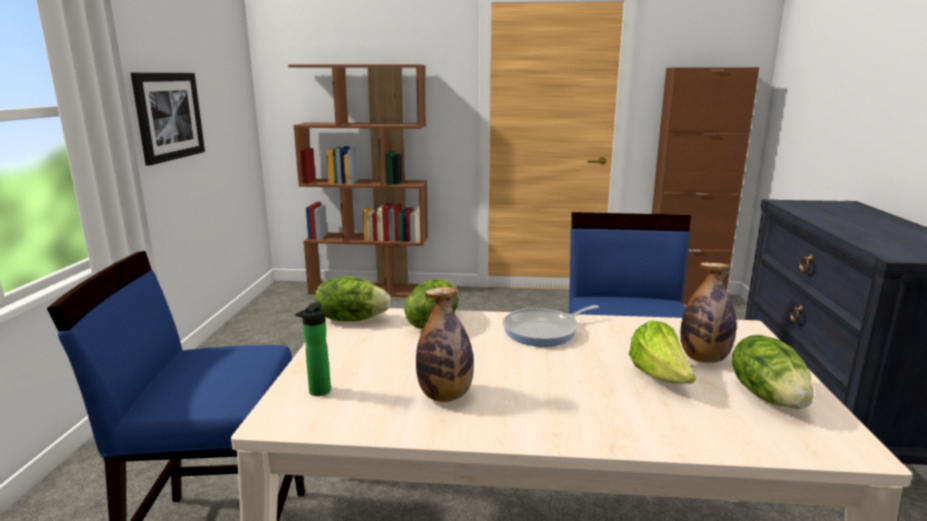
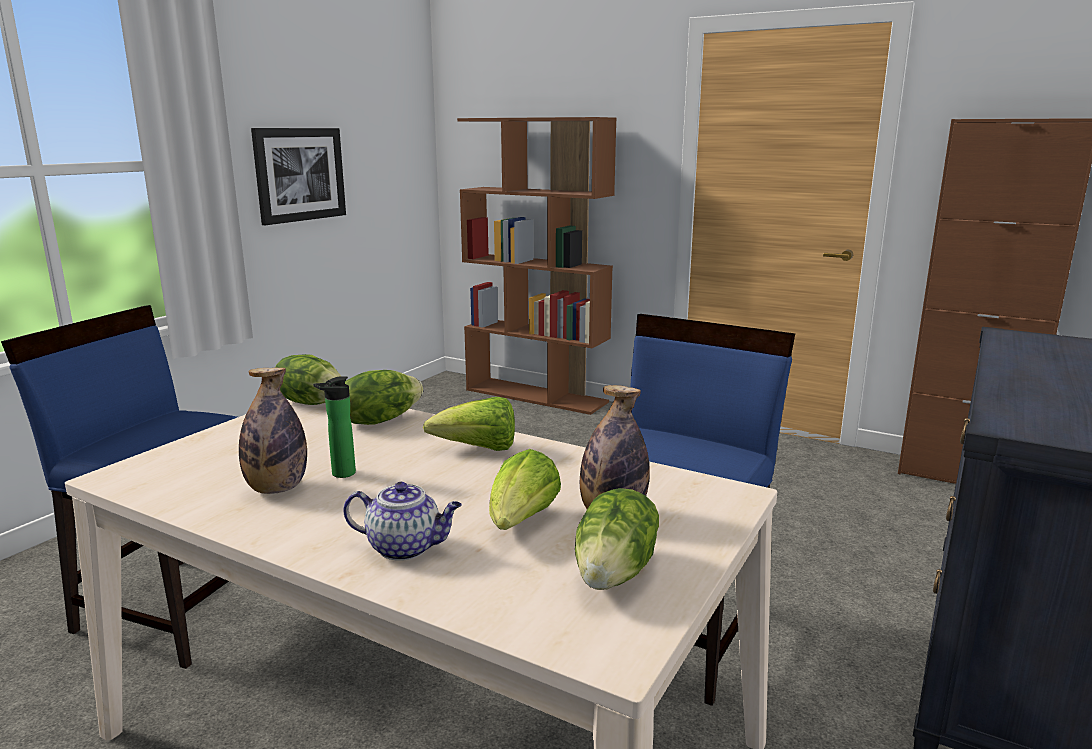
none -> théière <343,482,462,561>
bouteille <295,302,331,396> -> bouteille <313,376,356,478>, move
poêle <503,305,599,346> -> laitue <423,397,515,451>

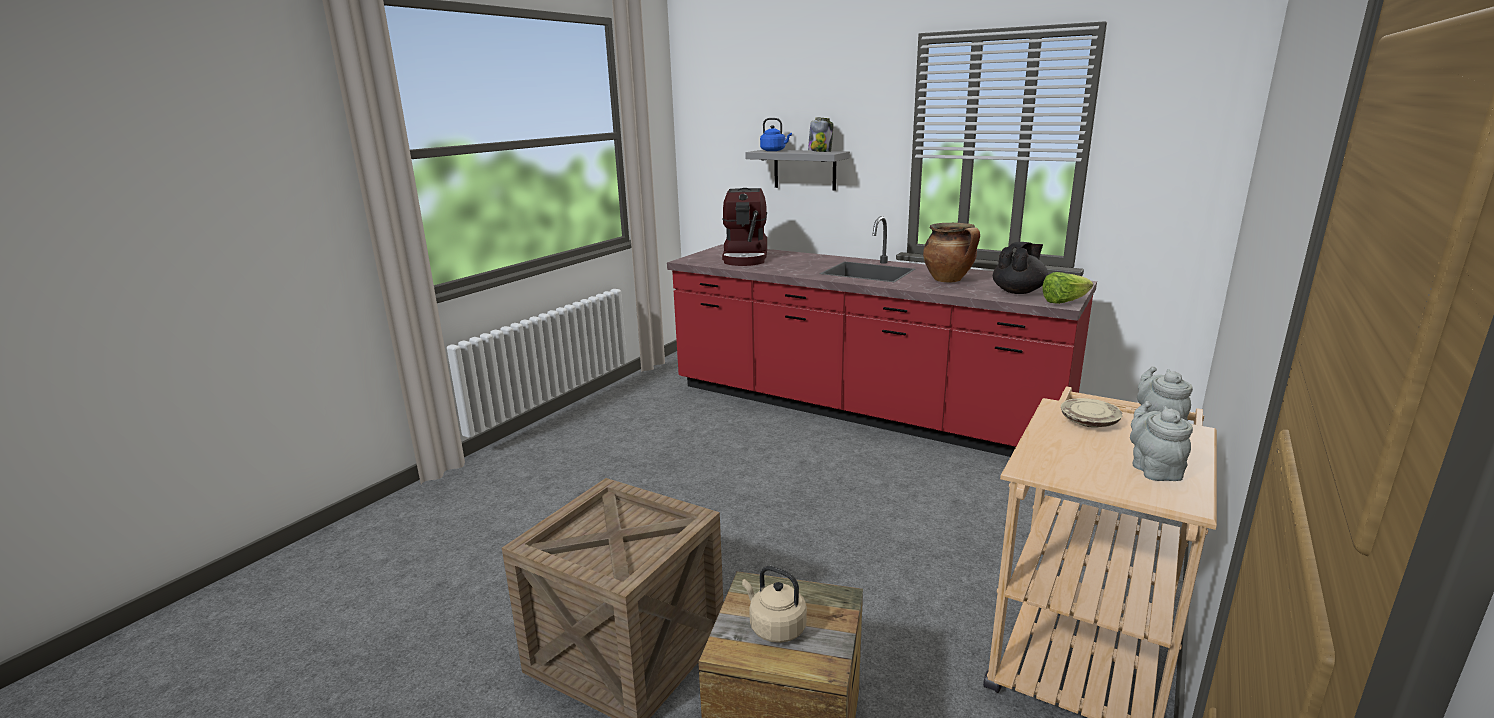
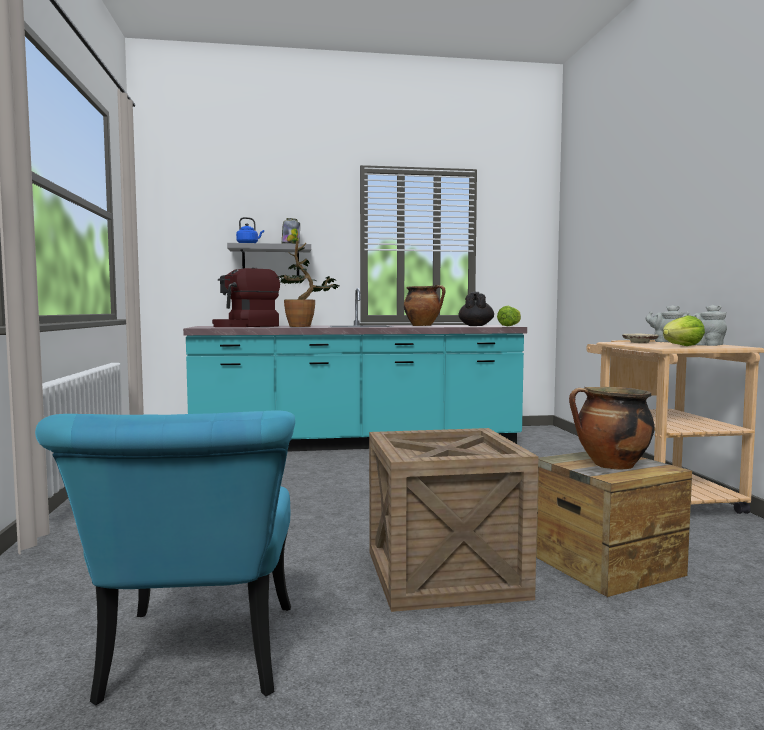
none -> chaise (turquoise) <35,411,295,705>
none -> plante en pot <276,241,340,327>
none -> laitue <663,315,705,346>
bouilloire (beige) <742,566,807,643> -> marmite <569,387,655,469>
comptoir de cuisine (rouge) <667,216,1097,457> -> comptoir de cuisine (turquoise) <183,288,527,452>
machine à café <722,188,767,266> -> machine à café <212,268,280,327>, 90 degrees clockwise

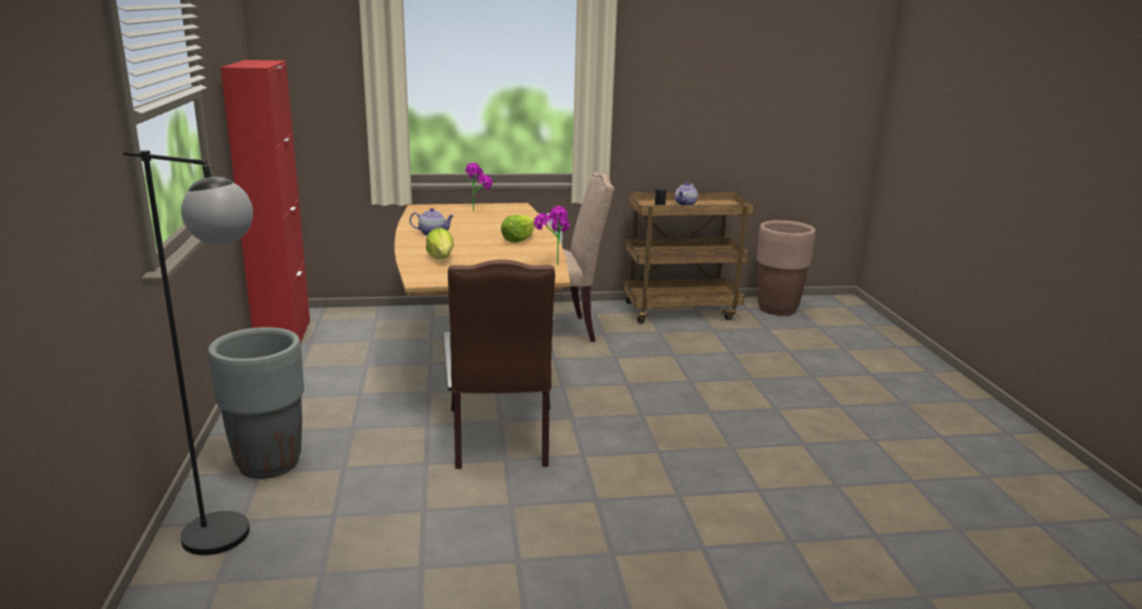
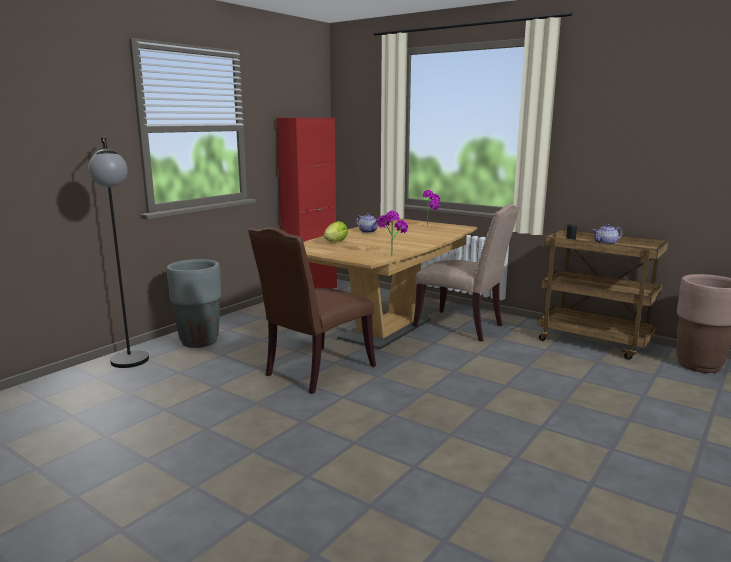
laitue <501,215,536,243> -> none

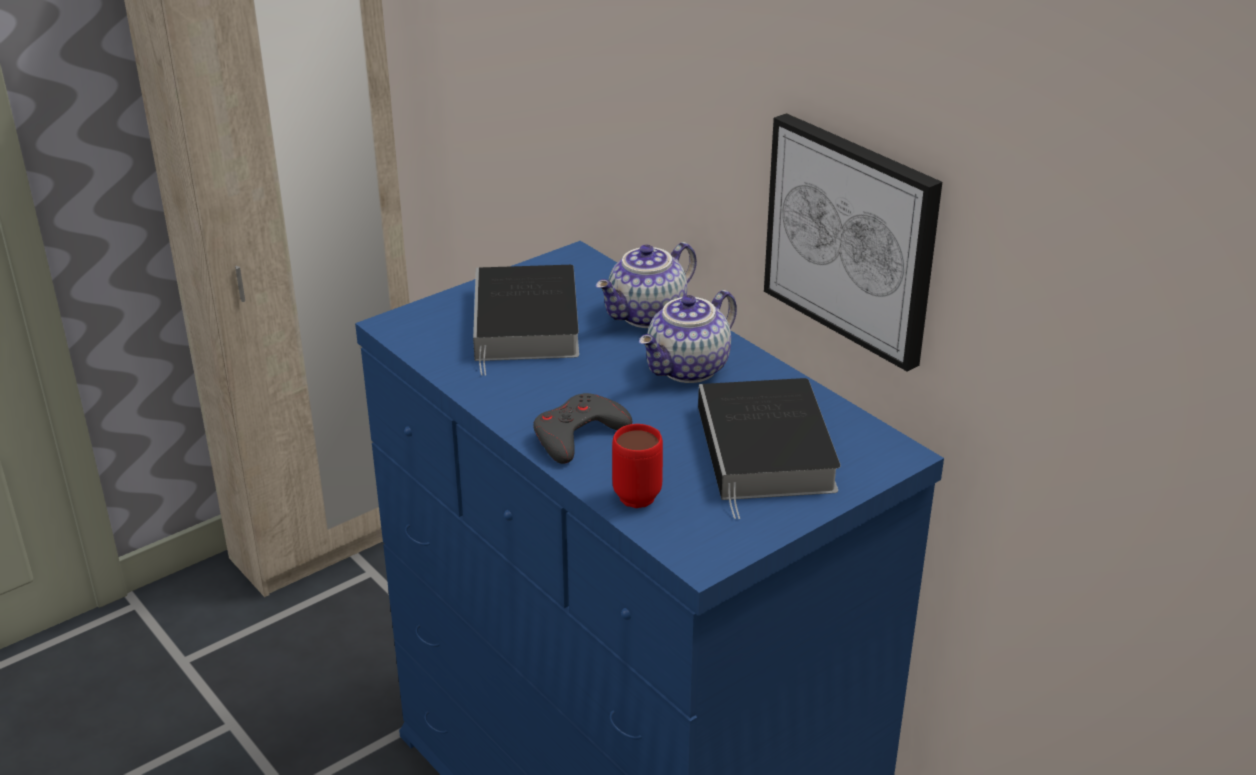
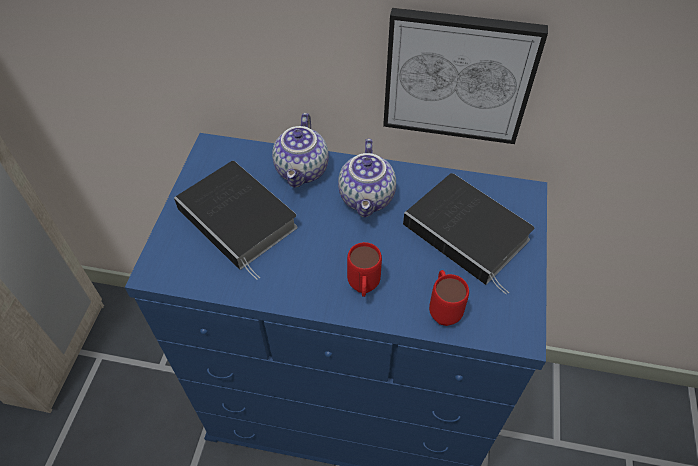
manette (gris) <533,393,632,464> -> mug (rouge) <347,242,382,297>

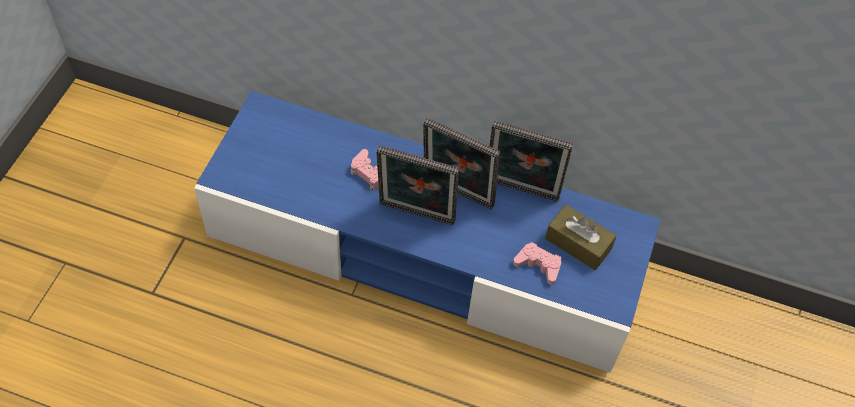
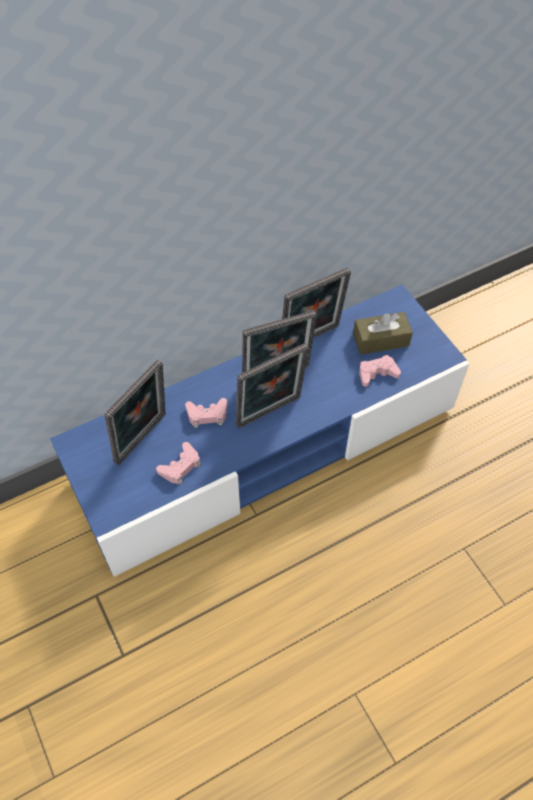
none -> cadre photo <104,360,166,465>
none -> manette (rose) <156,442,201,485>

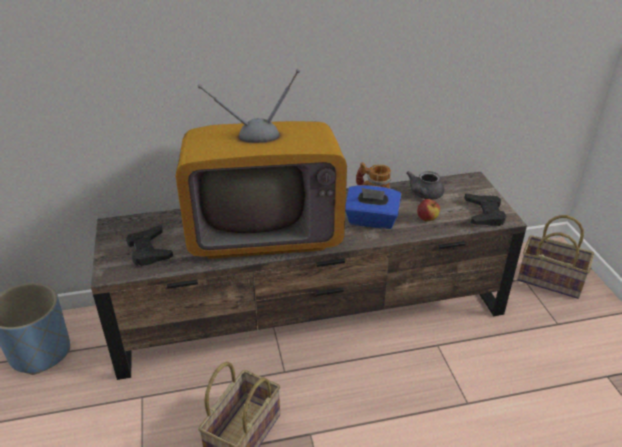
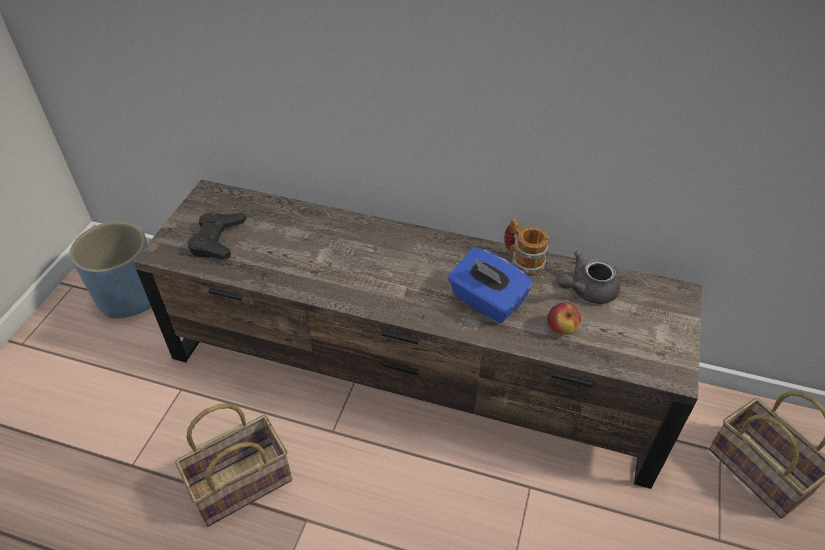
téléviseur <176,69,347,259> -> none
manette (noir) <465,194,507,226> -> none

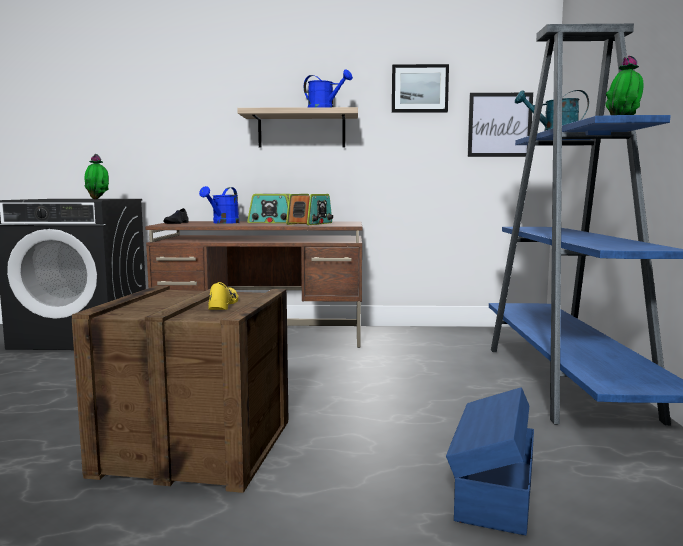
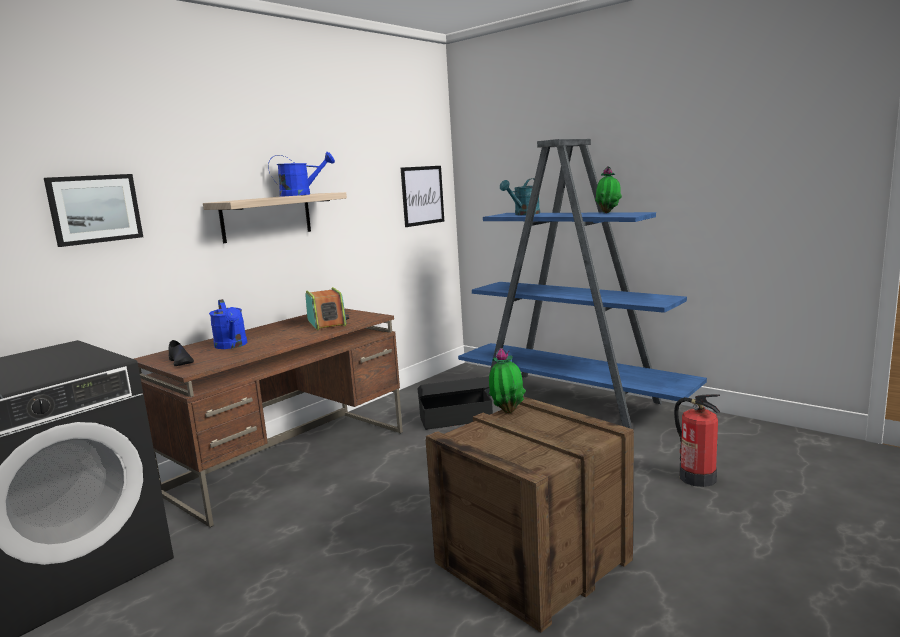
chaussure (jaune) <208,282,238,310> -> none
radio <247,194,290,223> -> none
none -> boîte de rangement (noir) <417,376,493,430>
plante en pot <84,154,109,199> -> plante en pot <489,348,526,413>, move
tableau <392,64,449,113> -> tableau <44,174,143,247>, move
boîte de rangement (bleu) <446,387,534,535> -> extincteur <674,394,720,487>

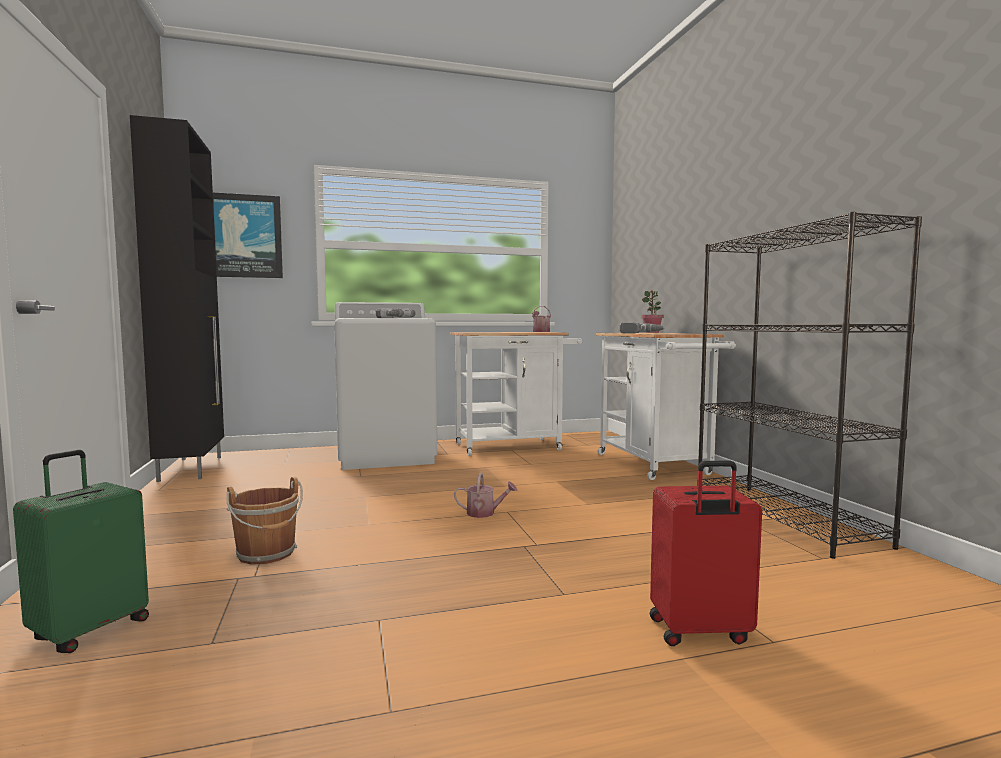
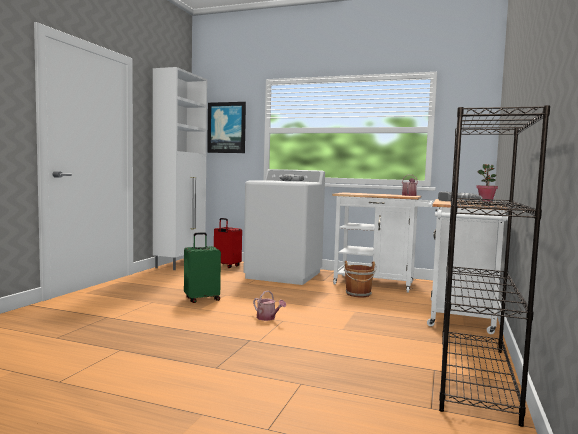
valise (vert) <13,450,149,653> -> valise (vert) <184,232,221,303>, move
seau (marron) <227,477,303,565> -> seau (marron) <344,261,376,297>, move
valise (rouge) <650,460,762,646> -> valise (rouge) <214,218,242,268>, move
meuble de rangement (noir) <130,115,224,482> -> meuble de rangement (blanc) <153,67,207,270>

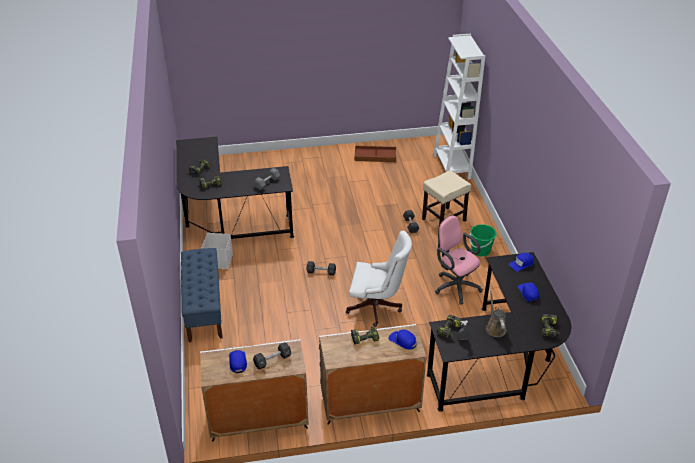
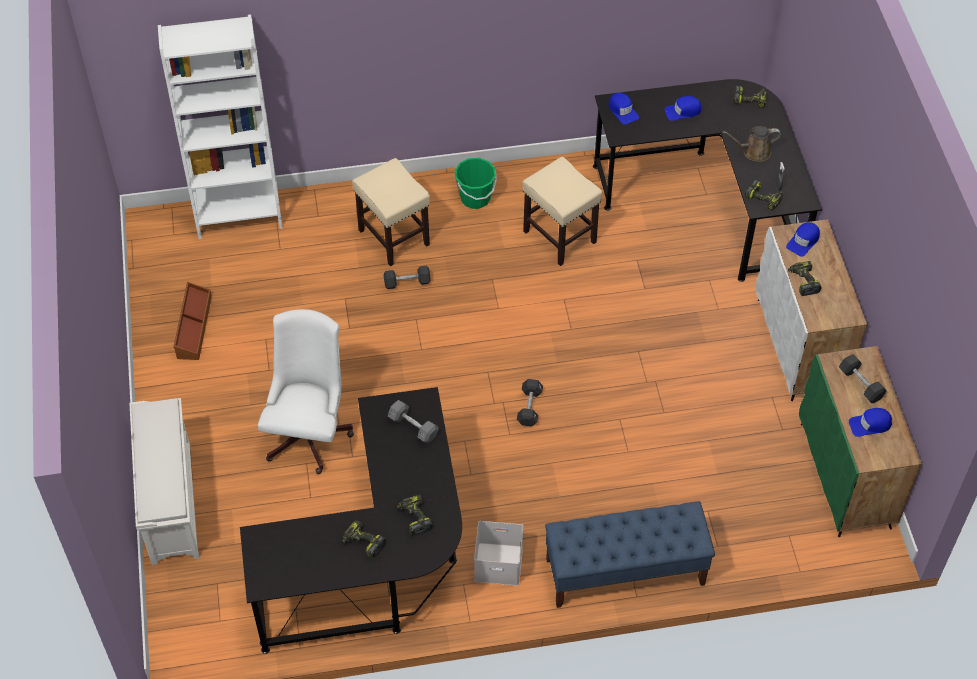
none -> étagère à chaussures (blanc) <130,398,199,565>
chaise de bureau (blanc) <346,231,412,327> -> chaise de bureau (blanc) <258,309,354,474>, move
chaise de bureau (rose) <435,215,483,305> -> tabouret (beige) <522,157,602,266>
meuble de rangement (blanc) <200,339,309,442> -> meuble de rangement (vert) <799,346,922,537>

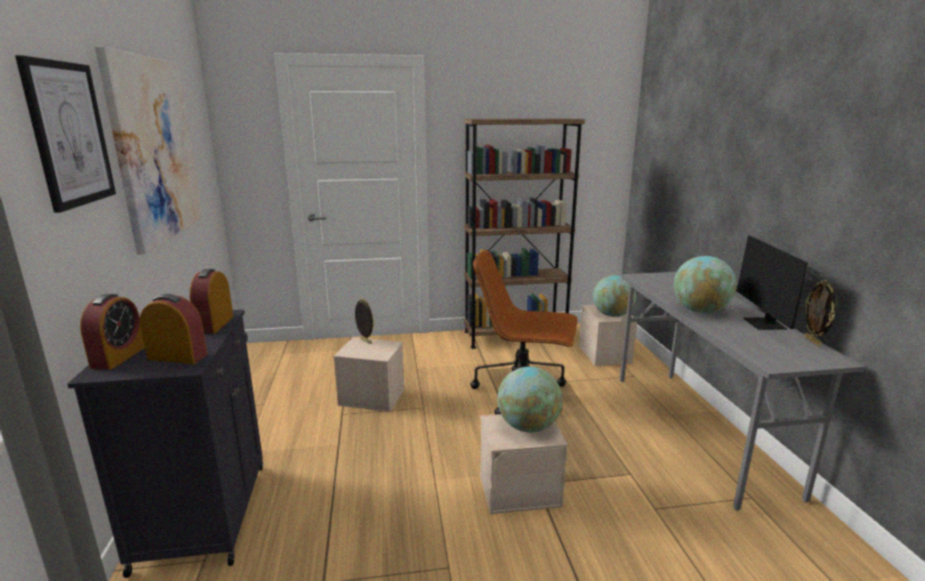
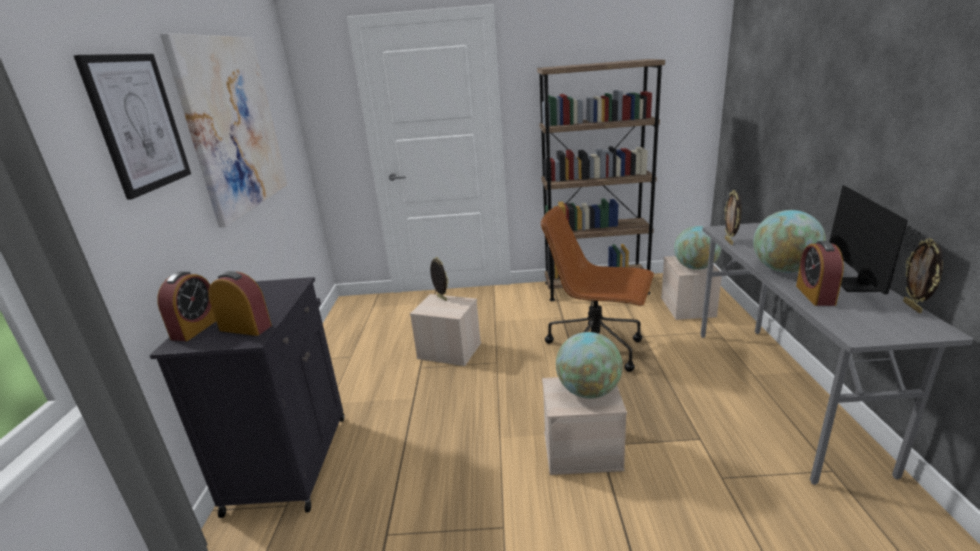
none -> cadre photo <725,190,742,245>
réveil <189,269,234,334> -> réveil <796,241,844,306>, move

